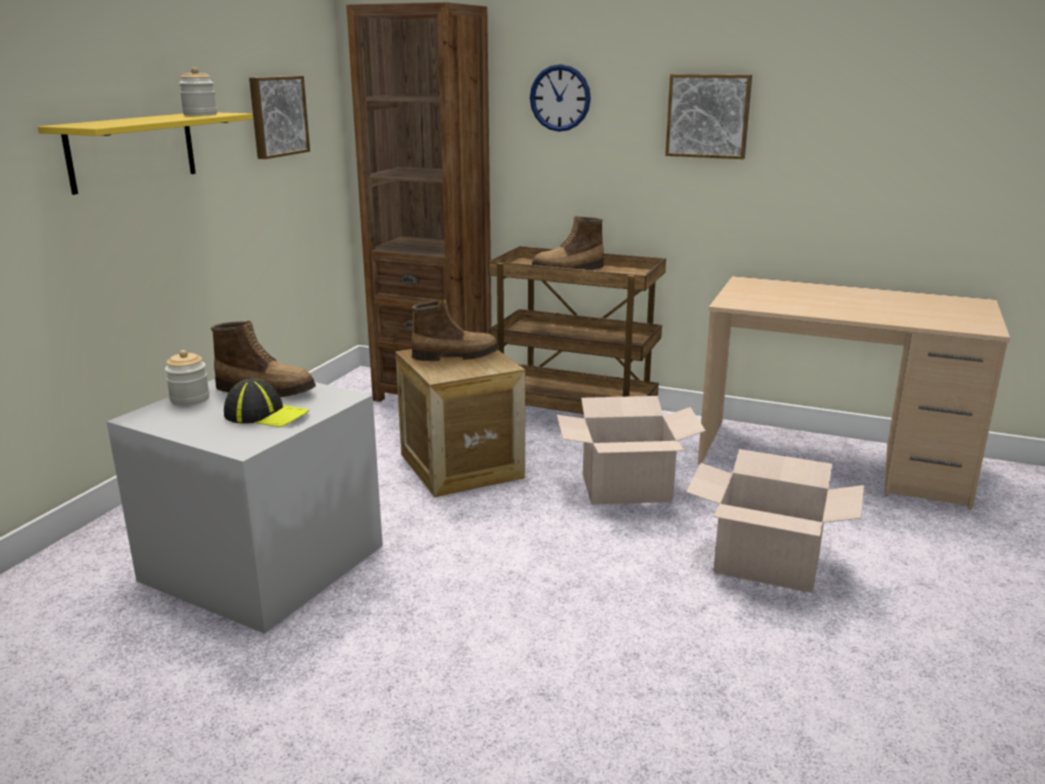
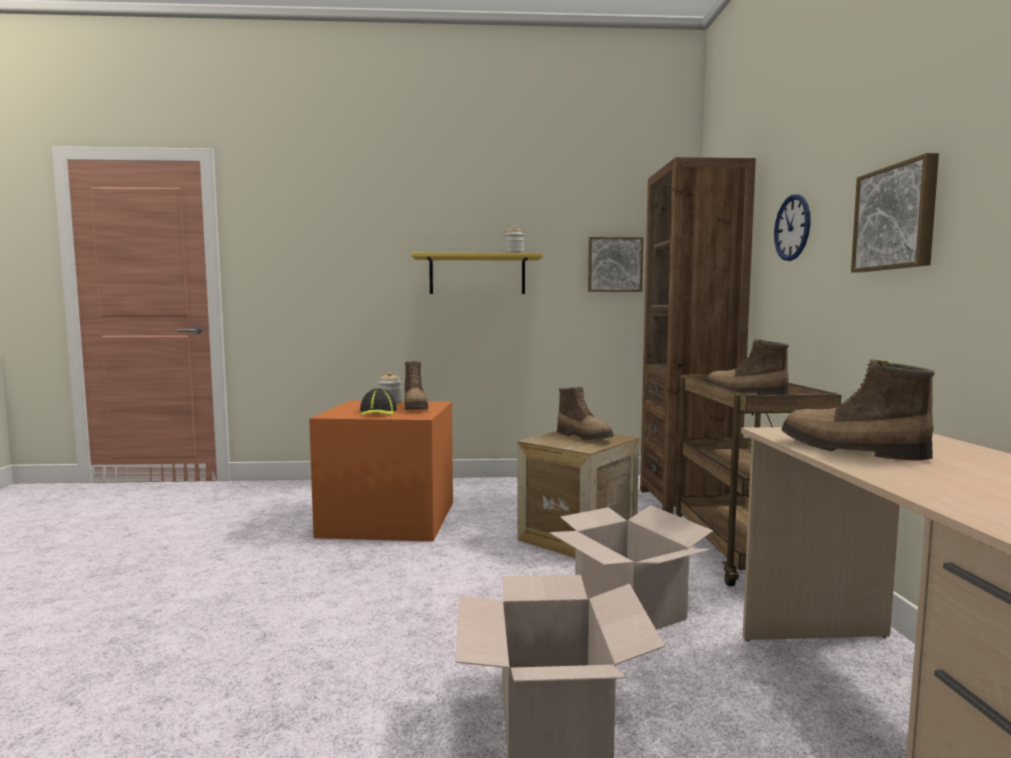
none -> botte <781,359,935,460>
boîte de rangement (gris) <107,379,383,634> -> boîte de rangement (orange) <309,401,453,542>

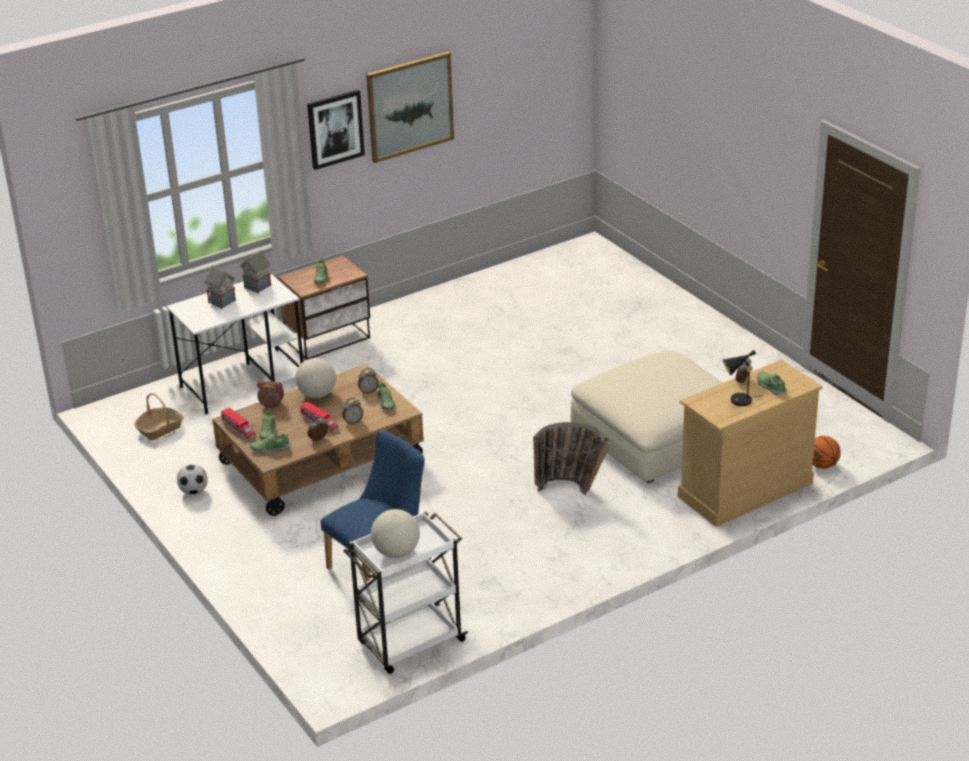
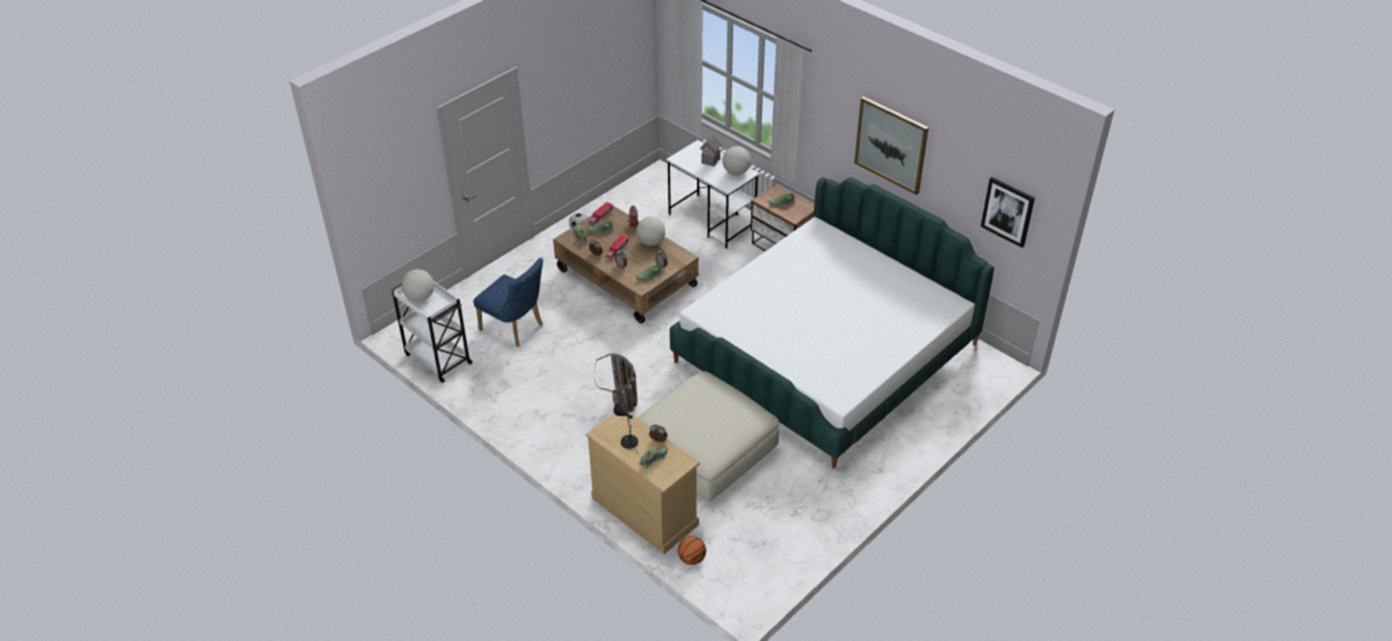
panier <134,393,184,440> -> none
none -> lit <670,177,994,468>
tableau <307,90,365,170> -> tableau <981,177,1035,248>, move
maison miniature <240,250,271,294> -> globe <723,146,751,175>

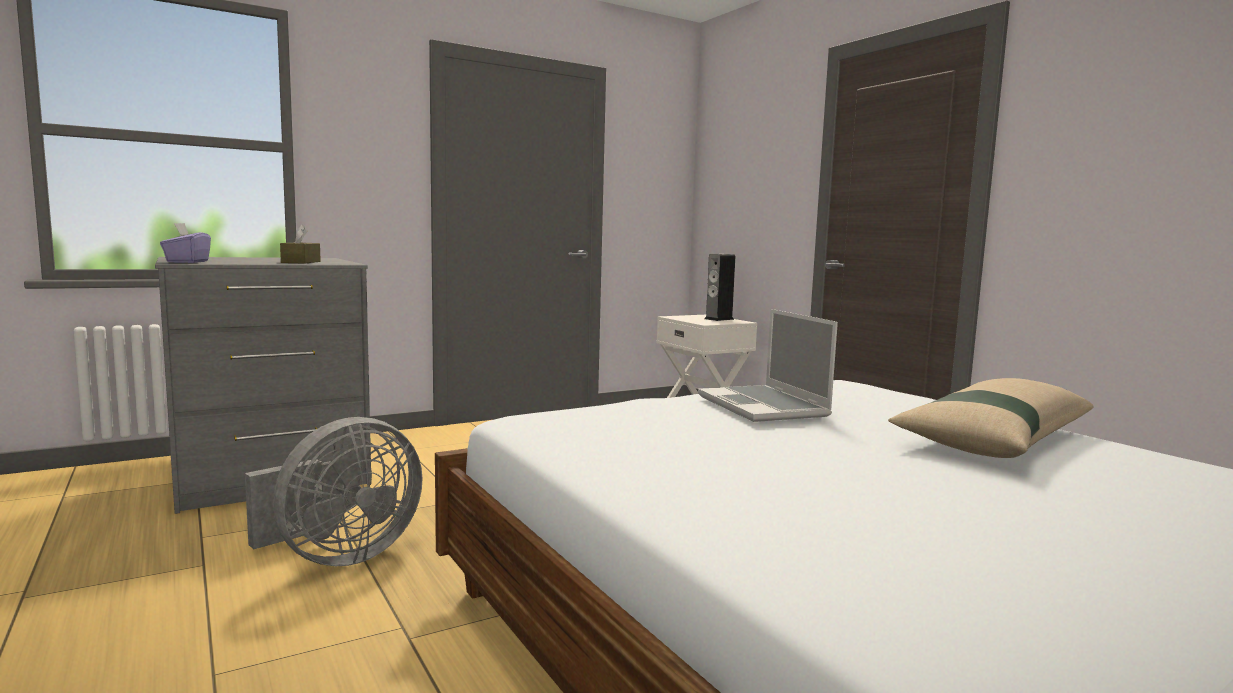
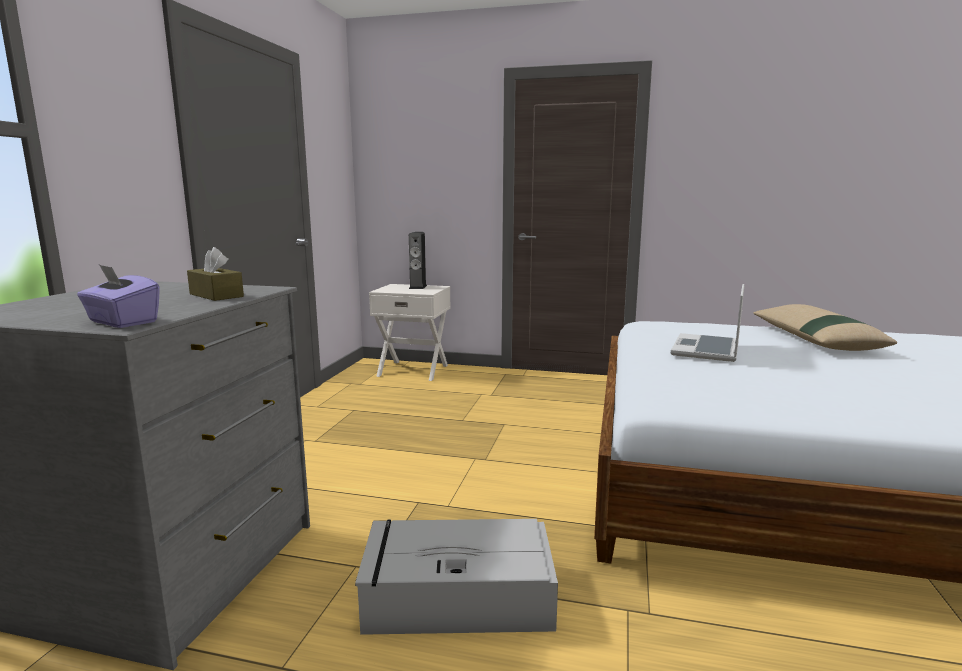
ventilateur (gris) <245,417,423,566> -> boîte de rangement (gris) <355,519,558,635>
ordinateur portable <698,309,838,422> -> ordinateur portable <671,284,744,362>, 90 degrees clockwise

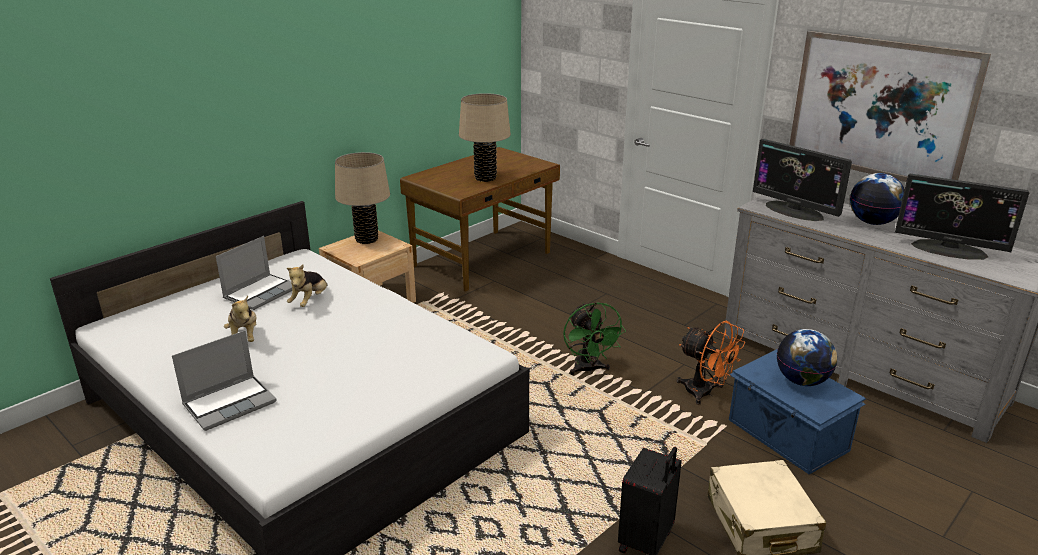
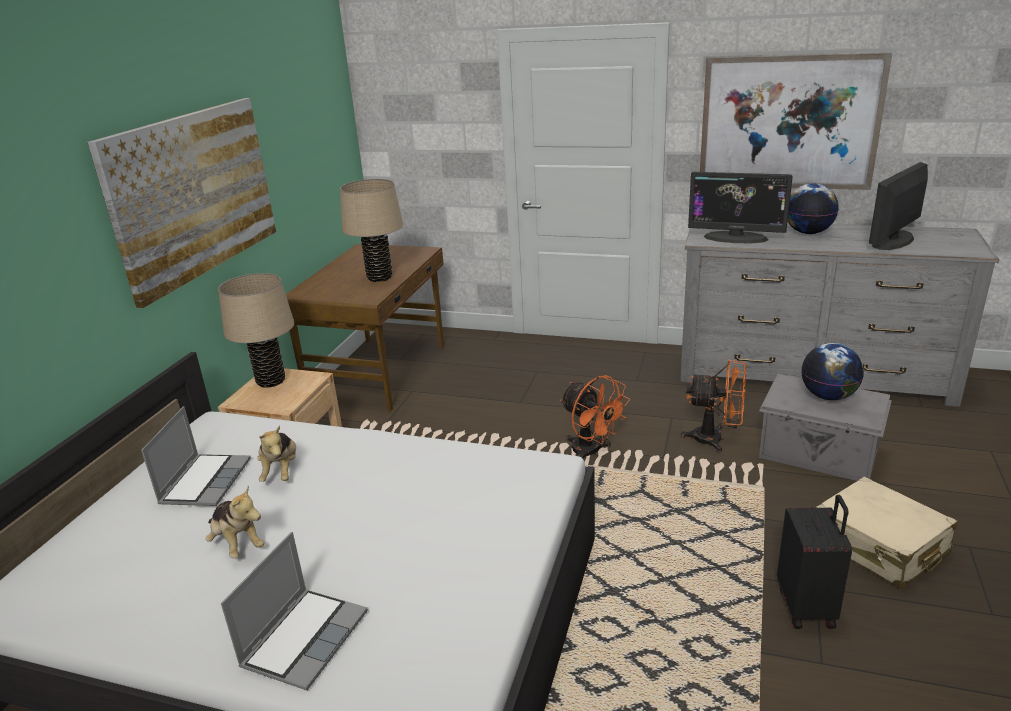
none -> tableau <88,98,276,308>
ventilateur (vert) <563,302,626,375> -> ventilateur (orange) <560,375,630,458>
boîte de rangement (bleu) <729,349,866,475> -> boîte de rangement (gris) <759,374,892,481>
écran d'ordinateur <895,174,1030,260> -> écran d'ordinateur <869,162,928,250>, 135 degrees clockwise

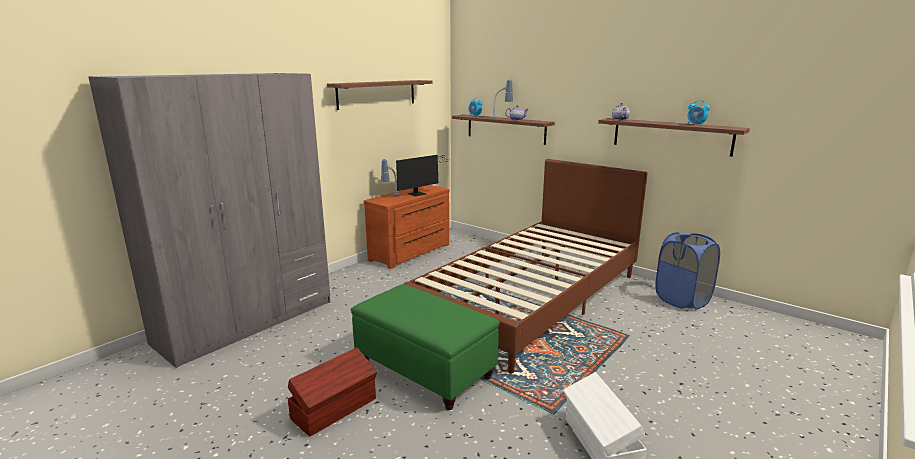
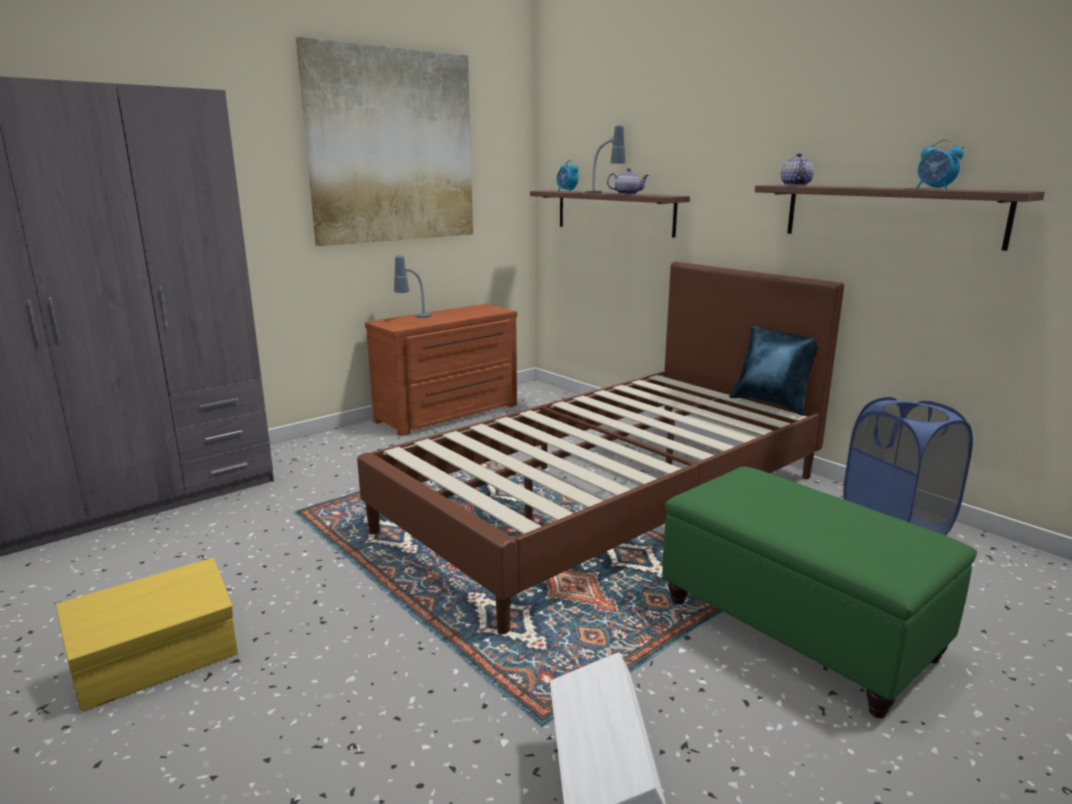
écran d'ordinateur <396,155,446,197> -> none
none -> coussin (bleu) <729,326,817,416>
pouf (vert) <351,284,500,410> -> pouf (vert) <662,466,977,718>, move
étagère <327,80,432,110> -> tableau <296,37,473,246>
boîte de rangement (marron) <288,347,377,437> -> boîte de rangement (jaune) <56,558,238,712>

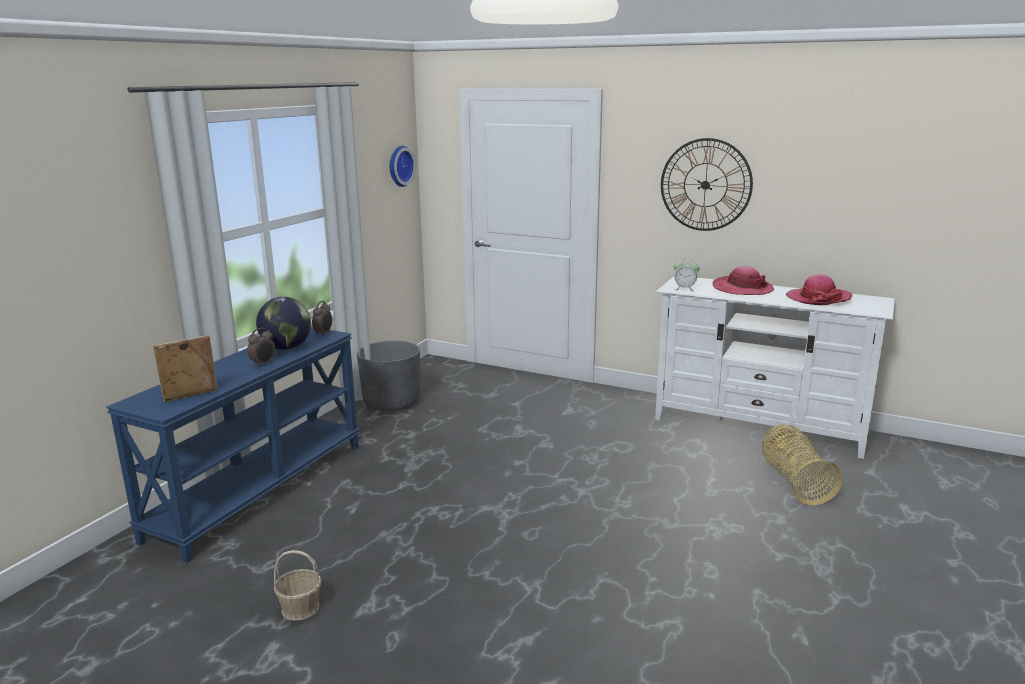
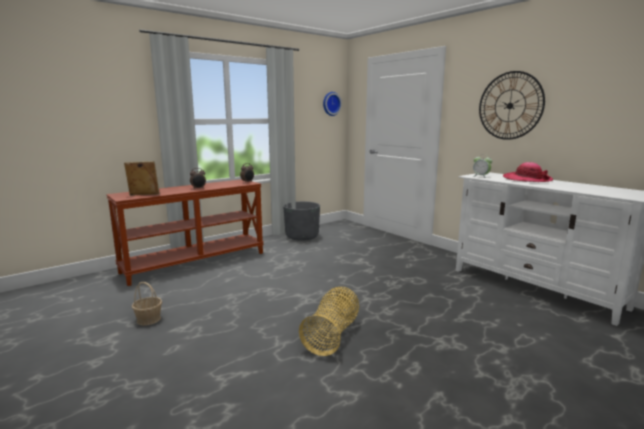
globe <256,297,311,350> -> none
chapeau <786,274,852,305> -> none
panier <762,424,842,505> -> panier <299,287,359,356>, move
table console (bleu) <106,327,360,563> -> table console (marron) <106,179,264,286>

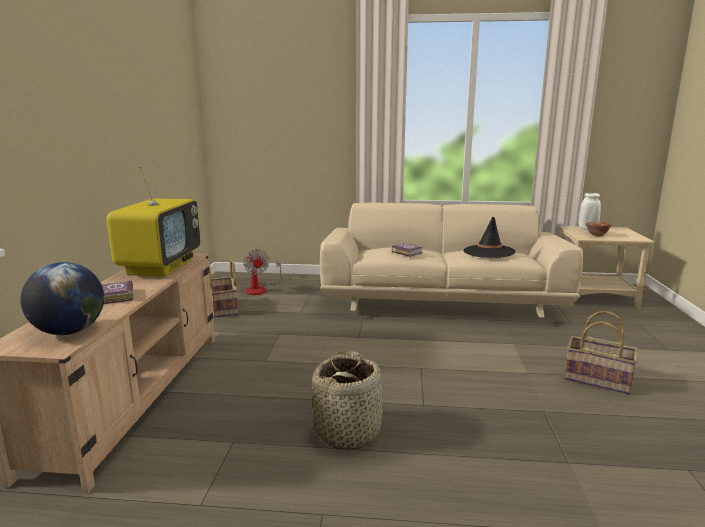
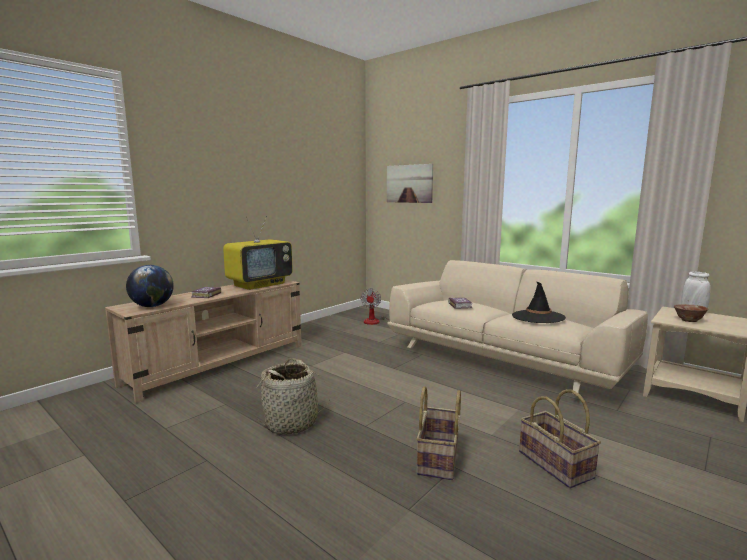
none -> tableau <387,164,433,203>
panier <208,259,238,317> -> panier <416,386,461,480>, move

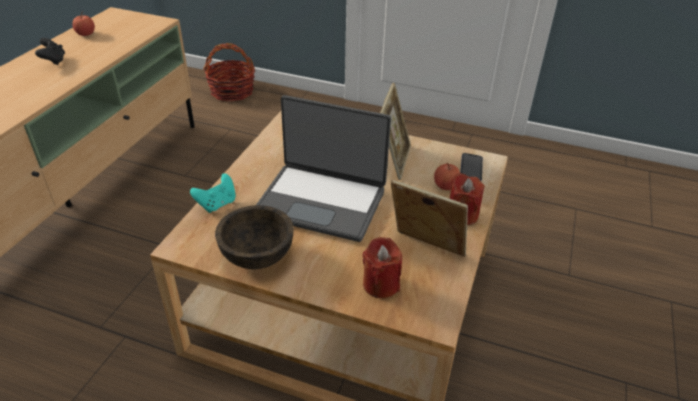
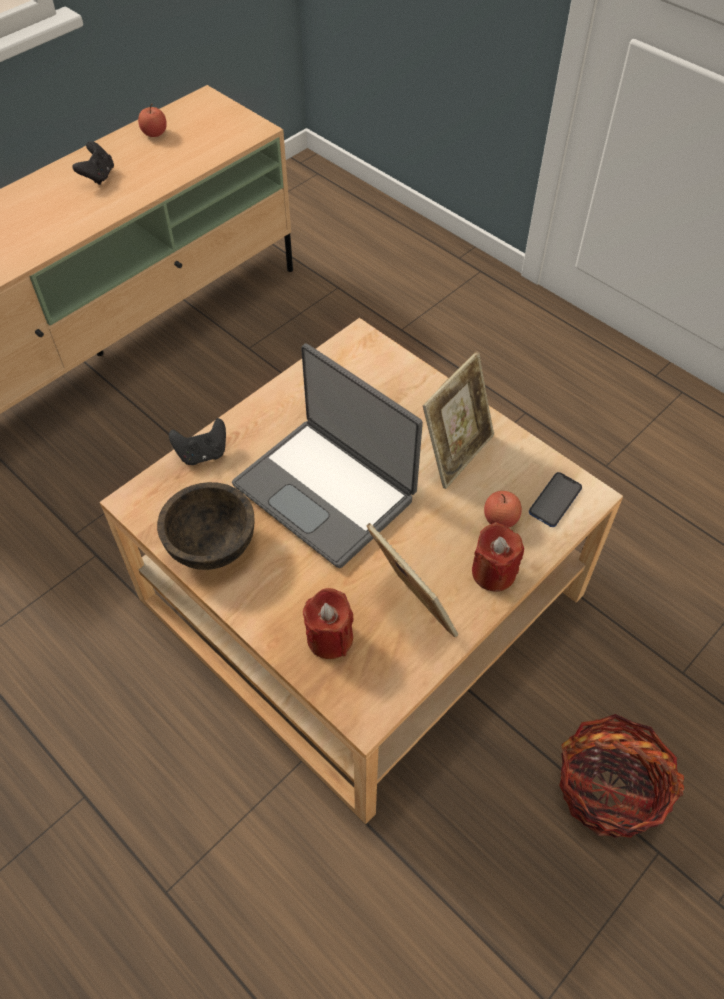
panier <203,43,255,102> -> panier <559,714,684,838>, move
manette (turquoise) <190,173,236,213> -> manette (noir) <169,418,226,465>

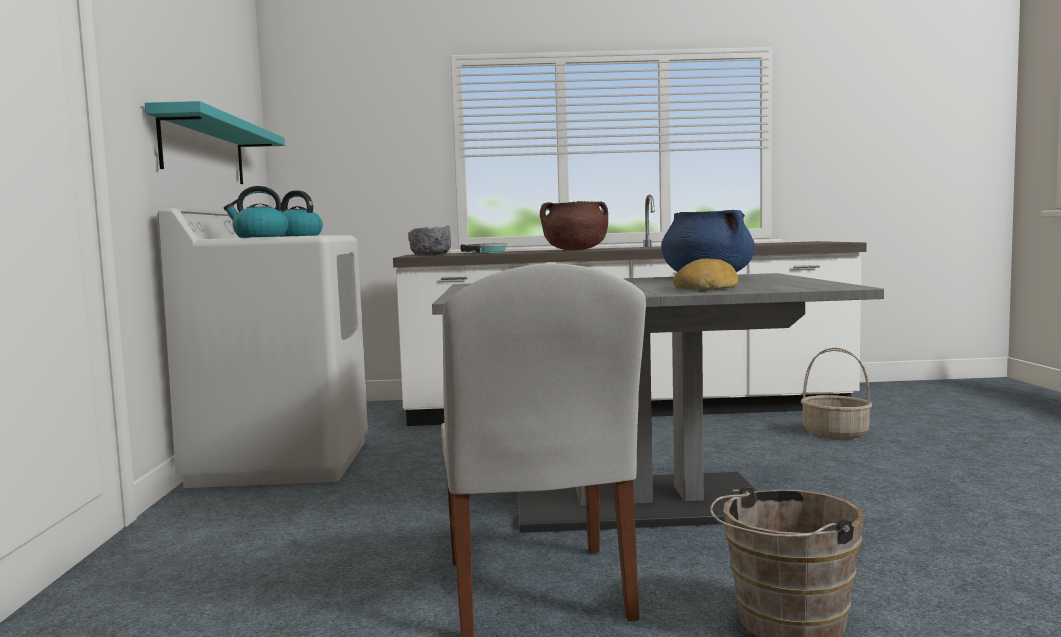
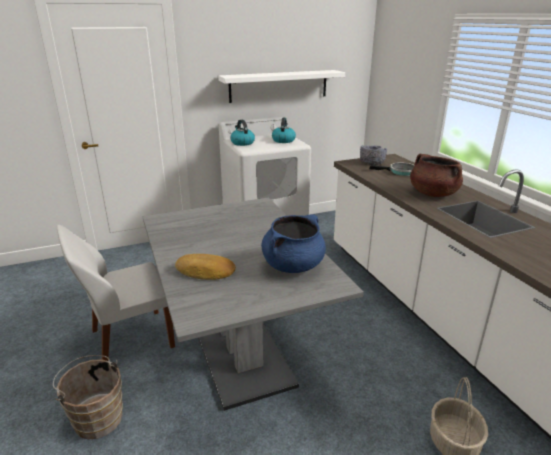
étagère (turquoise) <145,101,285,184> -> étagère (blanc) <218,70,345,103>

